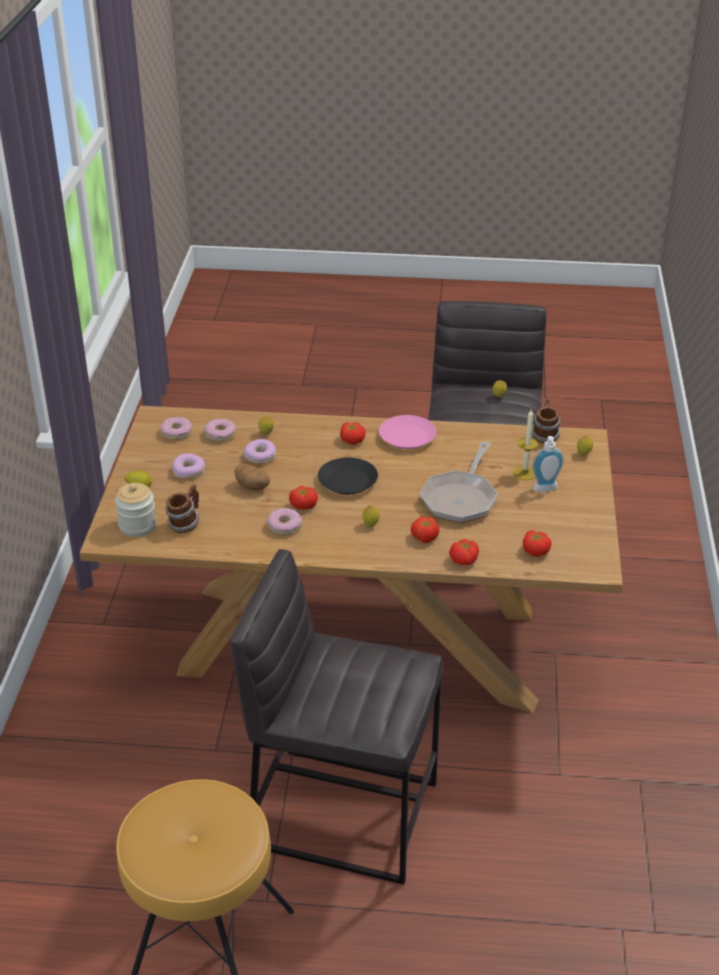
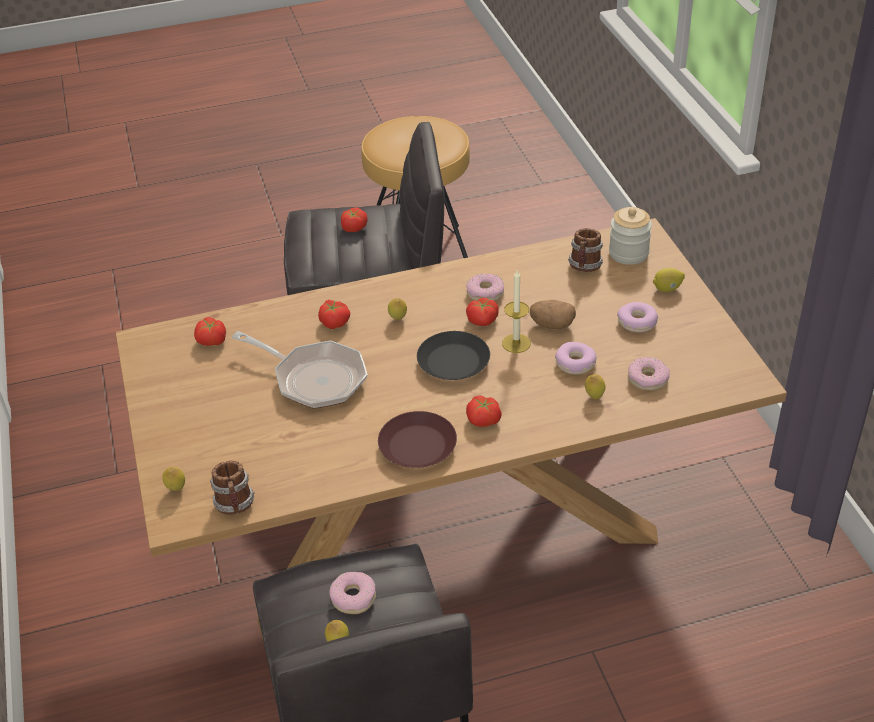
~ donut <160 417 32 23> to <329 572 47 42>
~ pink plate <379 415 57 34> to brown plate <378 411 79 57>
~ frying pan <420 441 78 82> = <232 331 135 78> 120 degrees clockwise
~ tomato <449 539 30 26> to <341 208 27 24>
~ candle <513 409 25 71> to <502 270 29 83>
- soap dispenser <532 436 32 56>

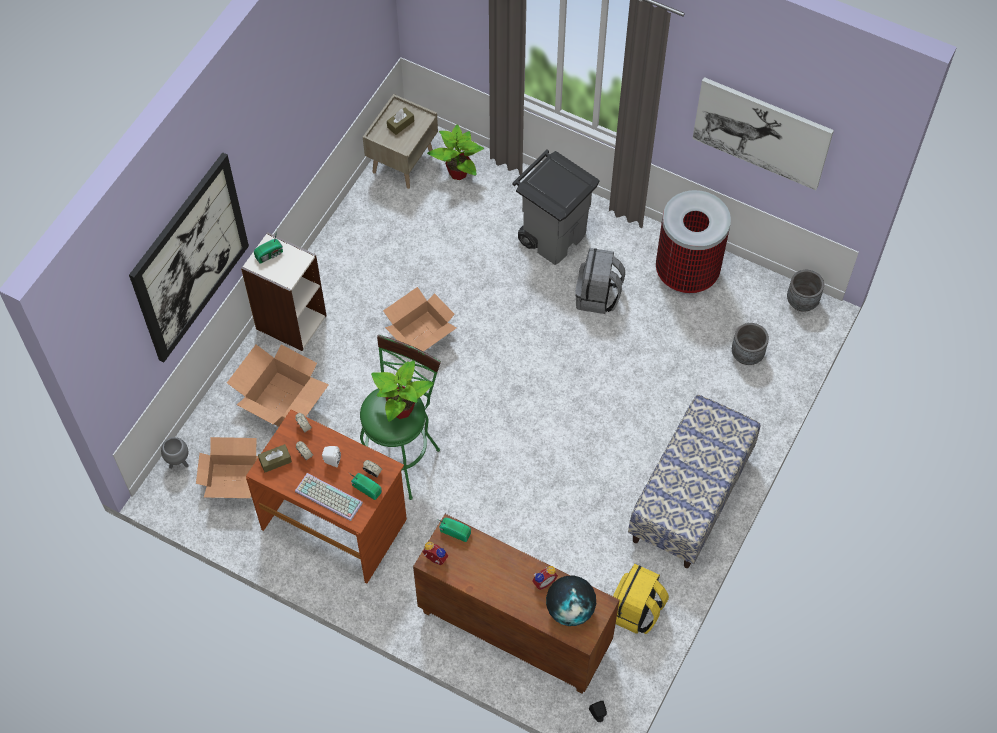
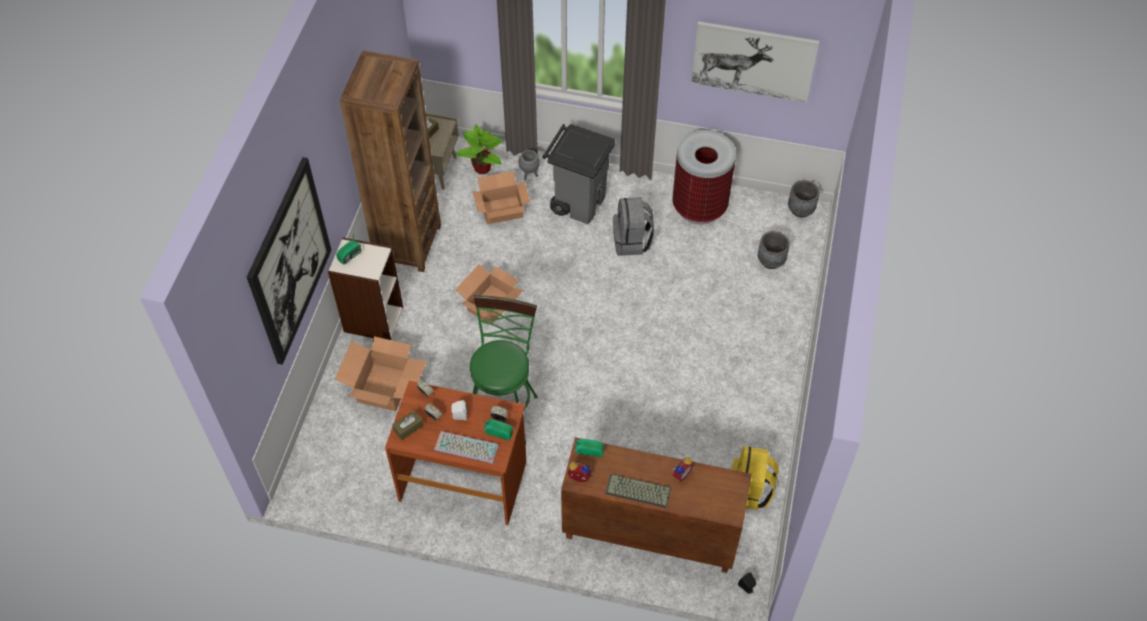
~ grey planter <161 437 27 32> to <519 150 21 30>
~ cardboard box <196 437 62 61> to <472 171 58 53>
- potted plant <371 360 63 62>
- globe <546 576 50 50>
- bench <628 395 132 173>
+ brown bookcase <340 51 101 221>
+ keyboard <605 474 66 34>

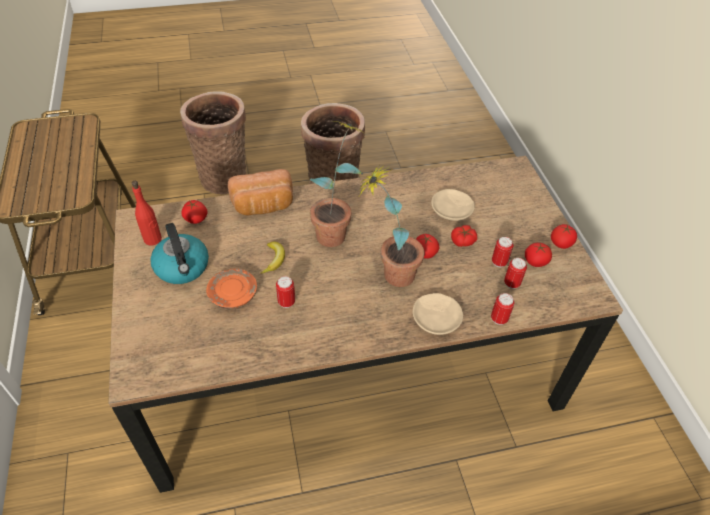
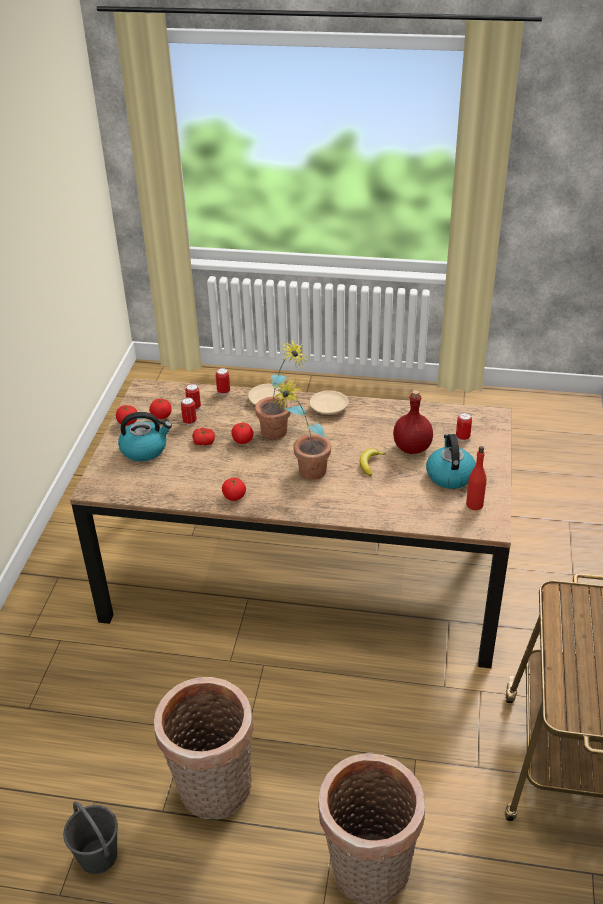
~ tomato <181 200 27 24> to <222 477 24 24>
~ orange plate <206 269 51 40> to red bottle <393 390 40 64>
- bread <228 169 65 47>
~ can <276 276 19 32> to <456 413 16 28>
~ beige plate <431 189 44 32> to <310 390 39 25>
+ grey bucket <63 801 55 73>
+ kettle <118 412 54 49>

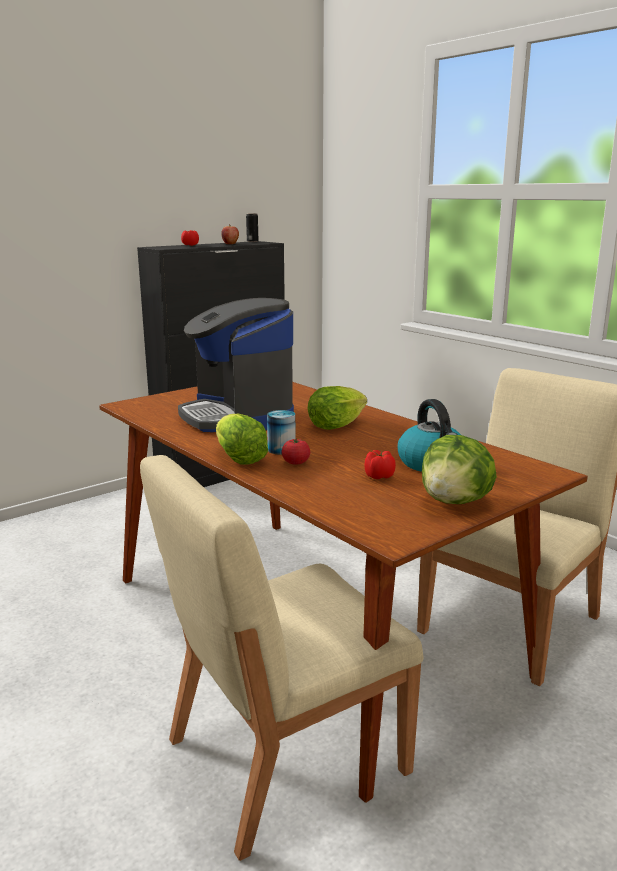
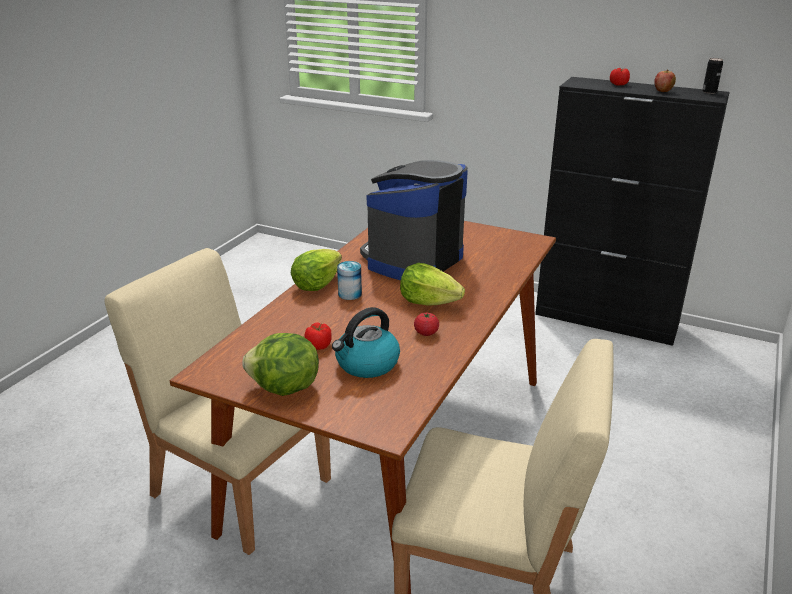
~ tomato <282 438 28 27> to <414 313 25 23>

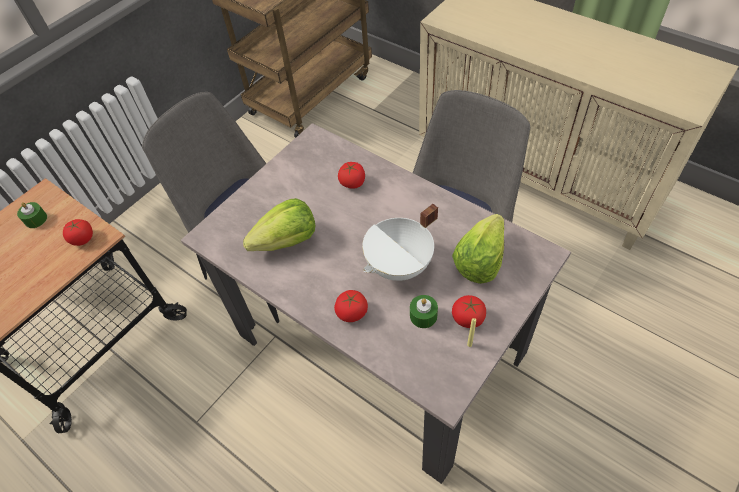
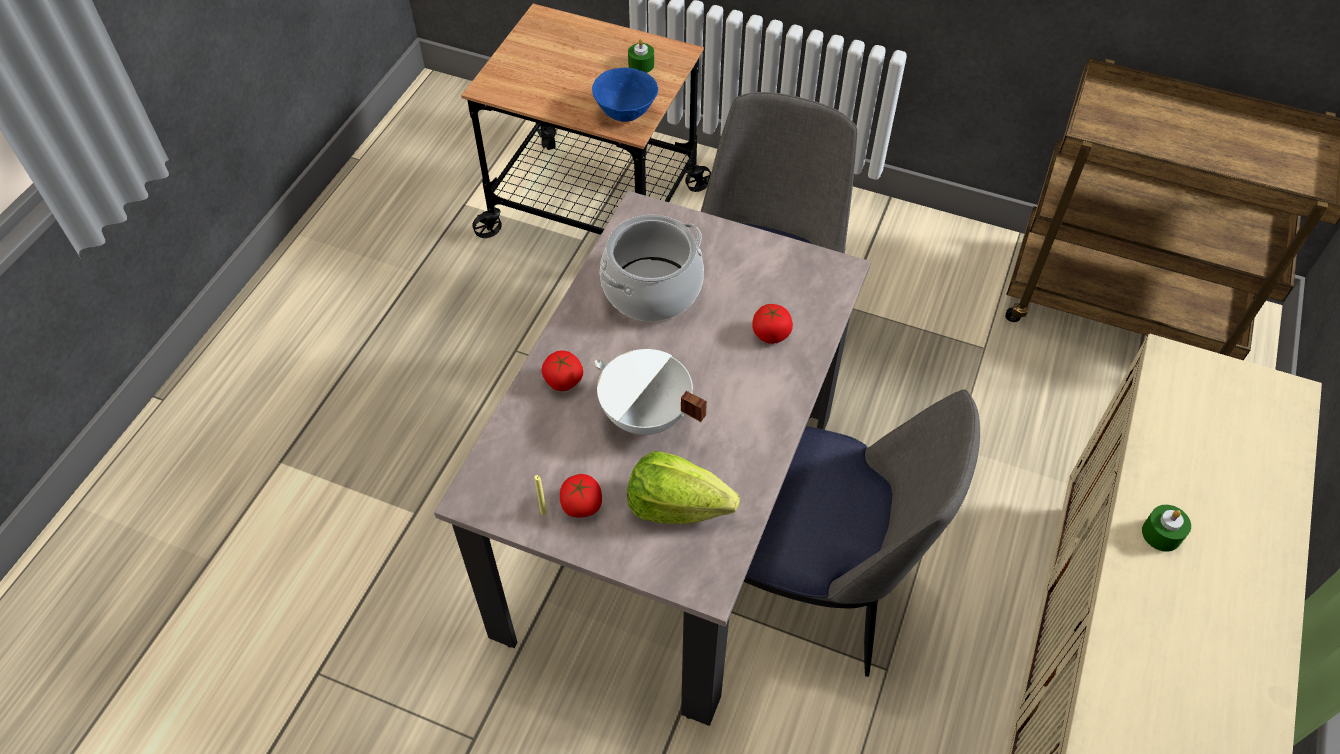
~ tomato <63 219 30 27> to blue bowl <592 68 66 54>
~ lettuce <243 198 72 53> to cooking pot <600 214 104 108>
~ green candle <410 295 28 33> to <1142 505 49 47>

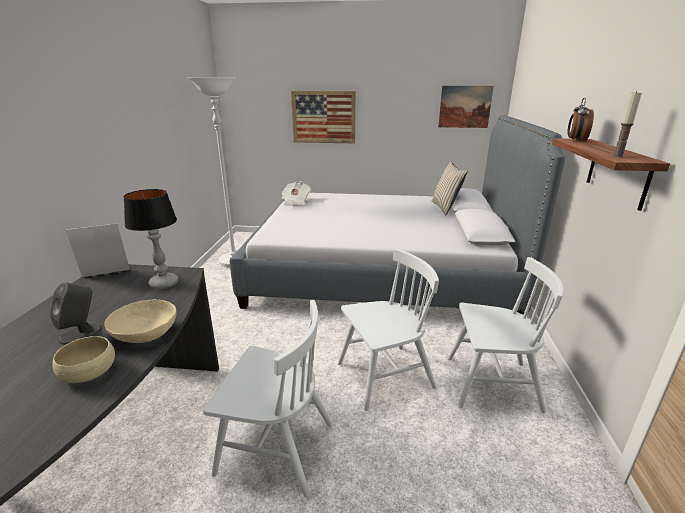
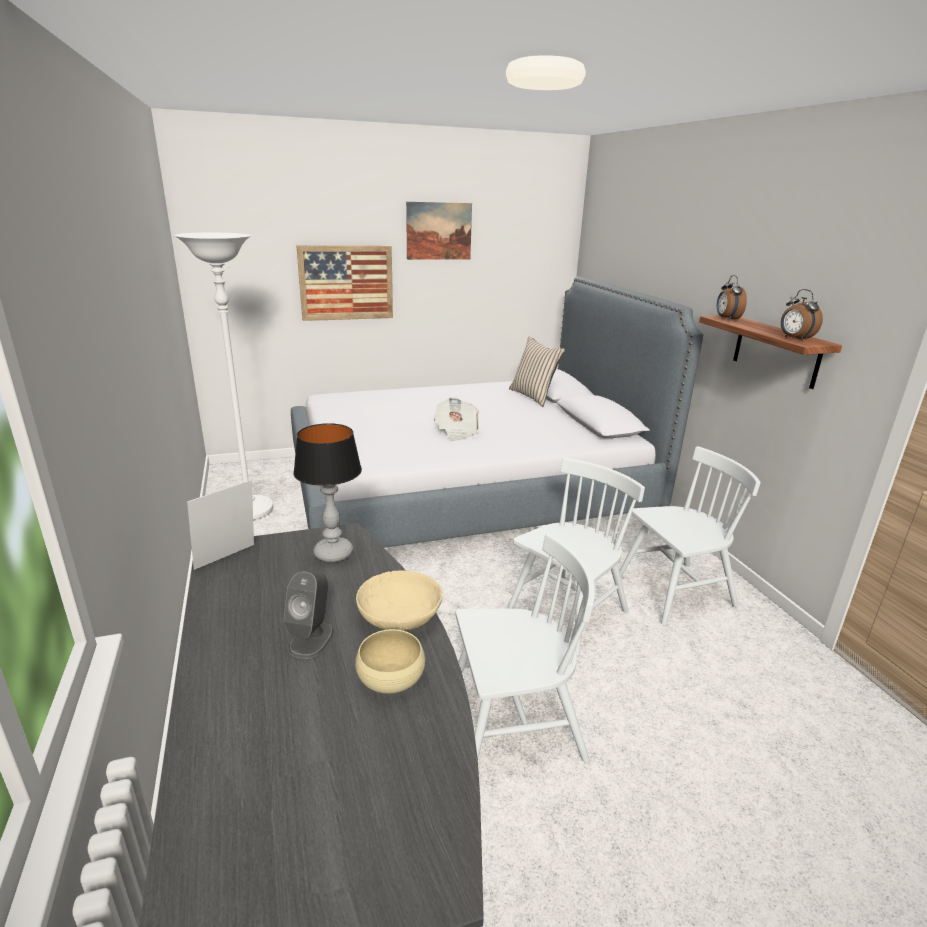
~ newspaper <281 181 30 25> to <434 397 45 44>
~ picture <438 86 56 42> to <406 202 66 58>
~ candle <612 91 30 66> to alarm clock <781 289 42 52>

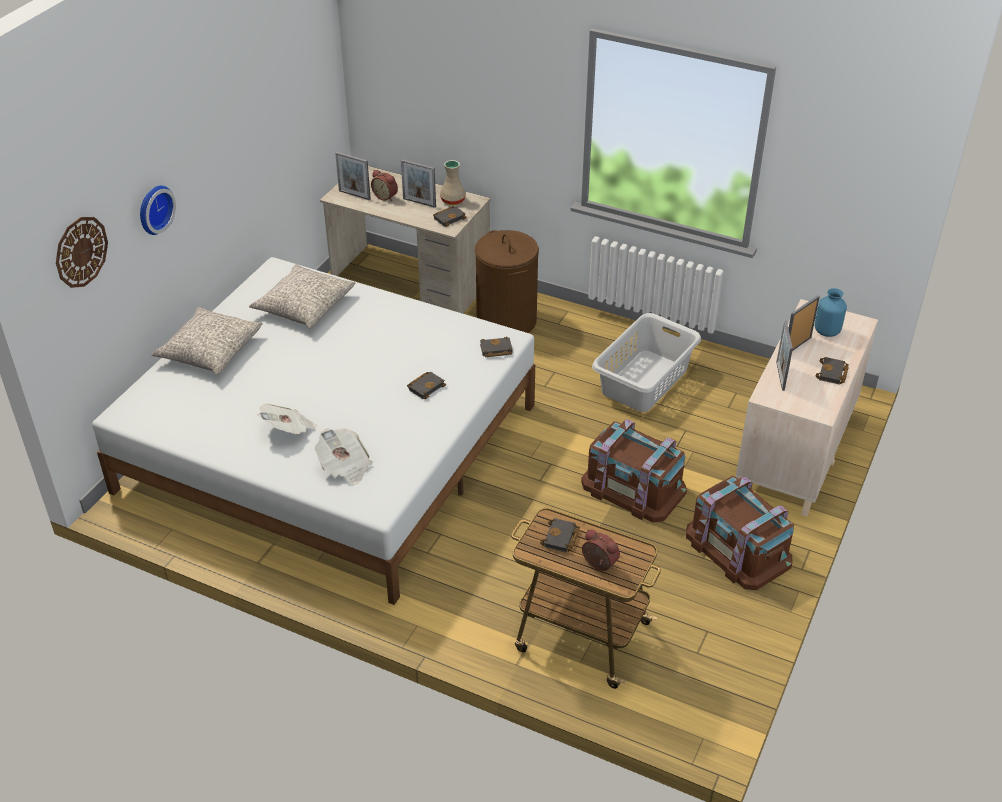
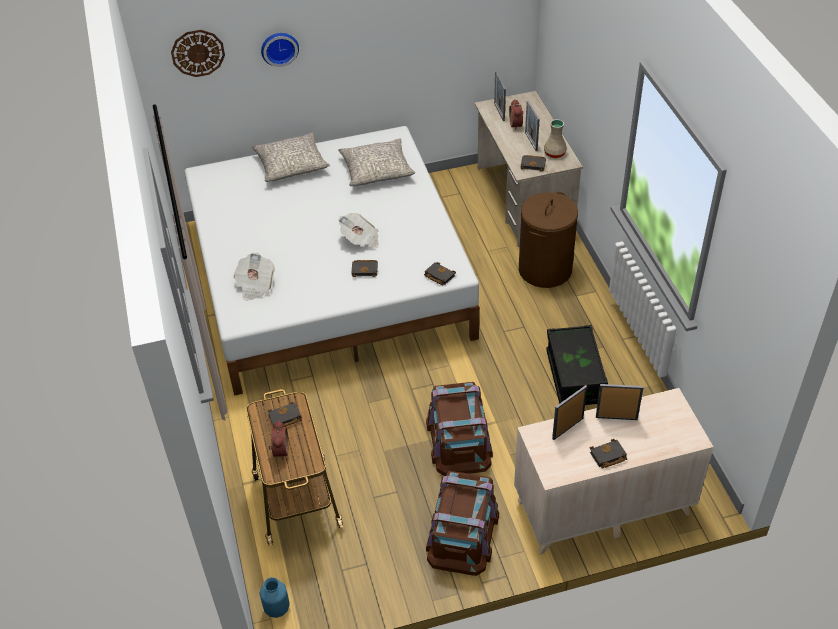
~ newspaper <258 403 59 32> to <338 213 41 35>
~ grey laundry basket <592 313 109 99> to black storage box <546 325 62 80>
~ blue vase <814 288 33 49> to <260 577 30 41>

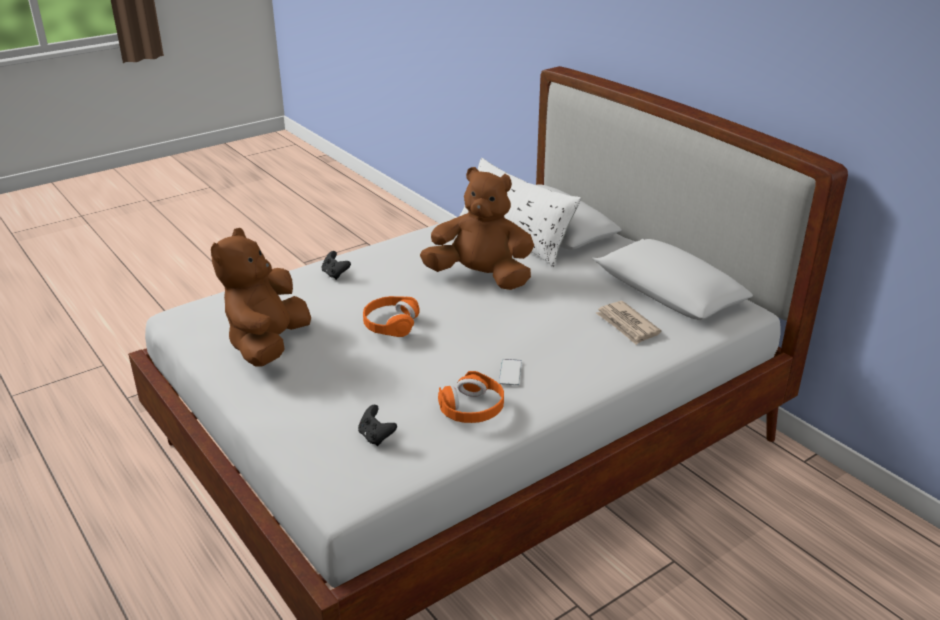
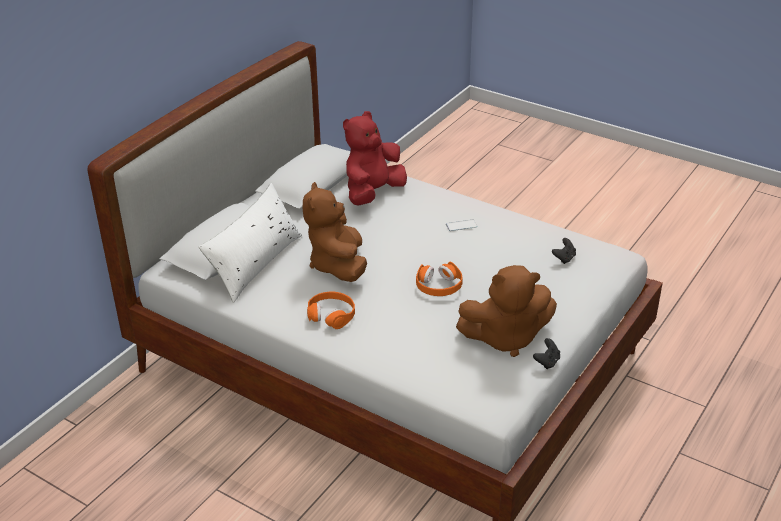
~ black game controller <322 251 29 29> to <533 338 27 31>
~ orange headphones <438 371 66 52> to <307 291 48 38>
~ newspaper <596 301 65 44> to red plush toy <343 111 64 95>

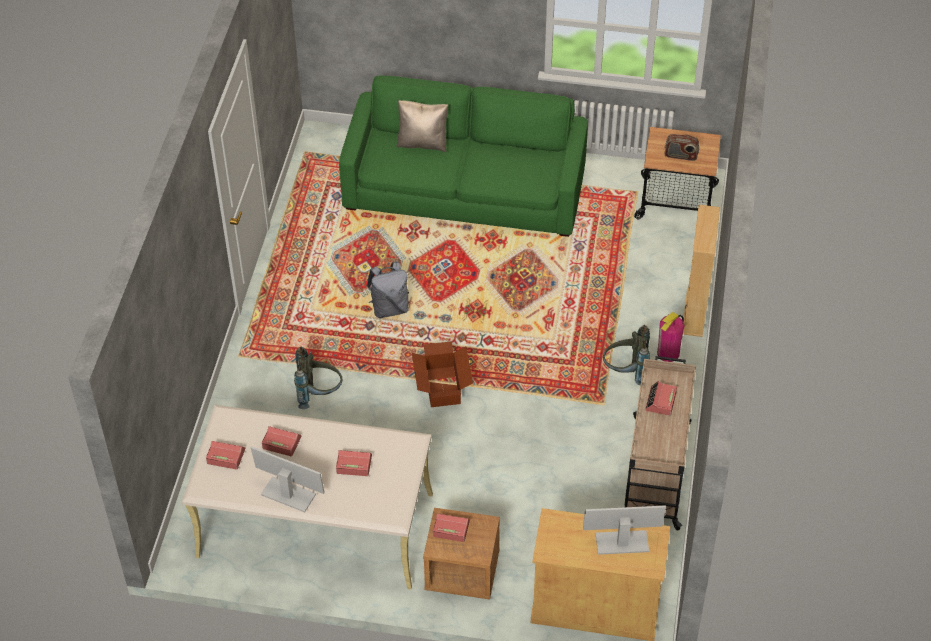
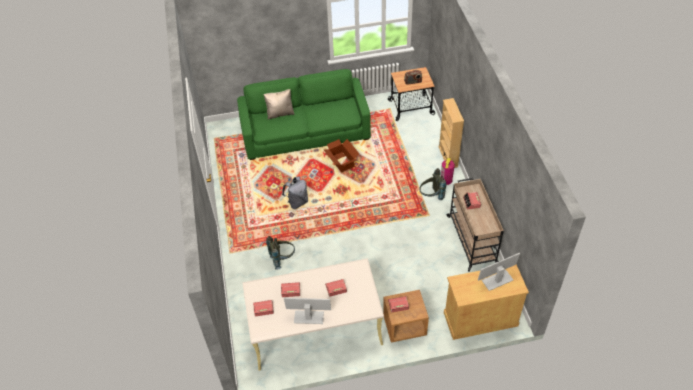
~ cardboard box <412 341 61 66> to <323 139 36 34>

